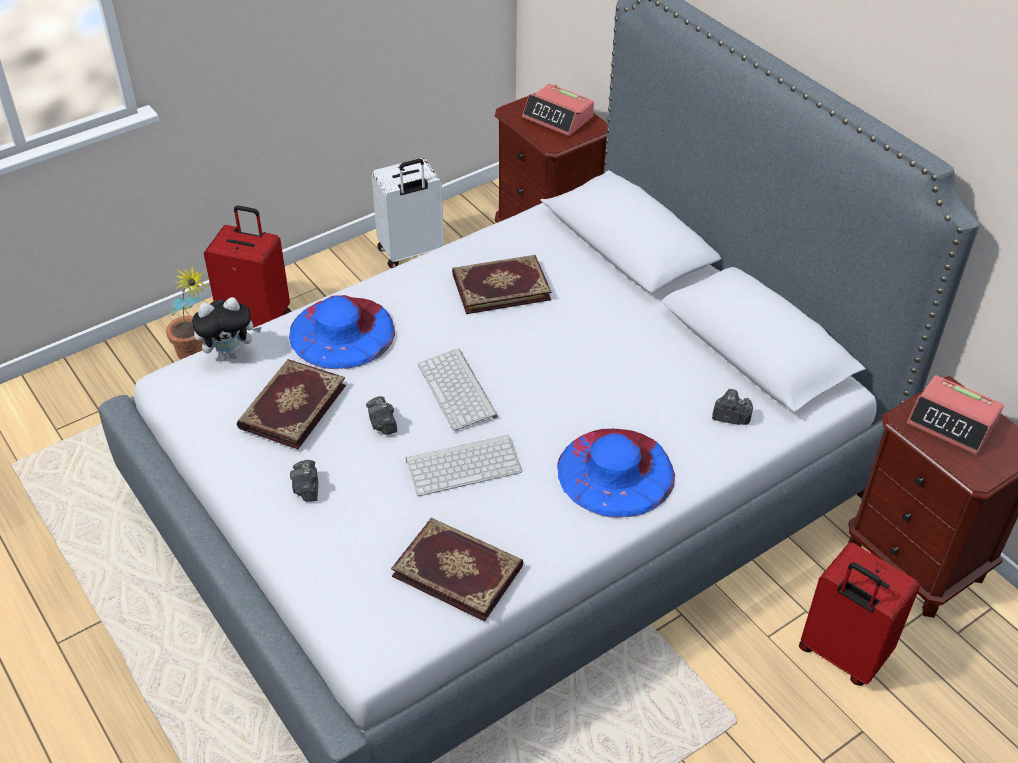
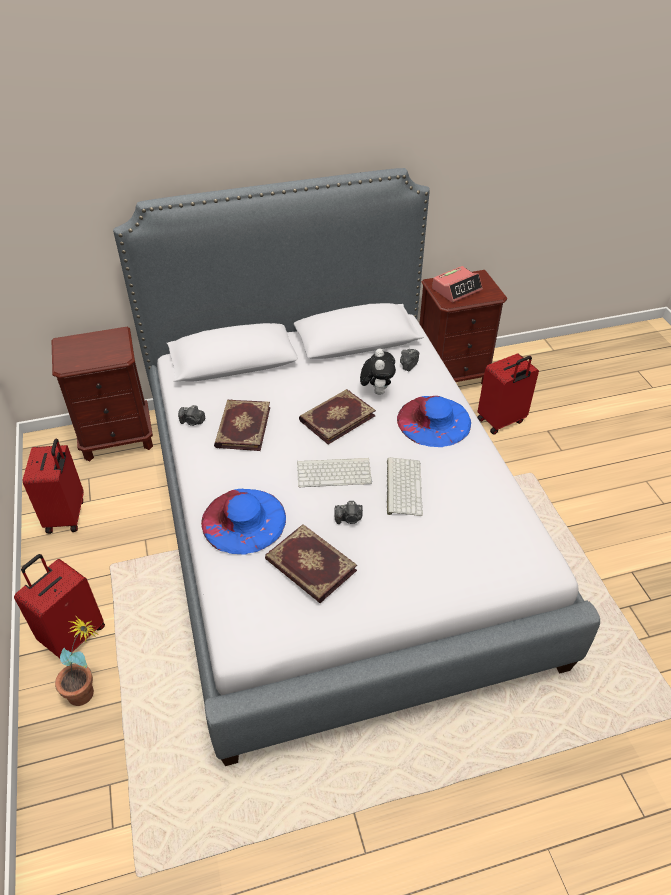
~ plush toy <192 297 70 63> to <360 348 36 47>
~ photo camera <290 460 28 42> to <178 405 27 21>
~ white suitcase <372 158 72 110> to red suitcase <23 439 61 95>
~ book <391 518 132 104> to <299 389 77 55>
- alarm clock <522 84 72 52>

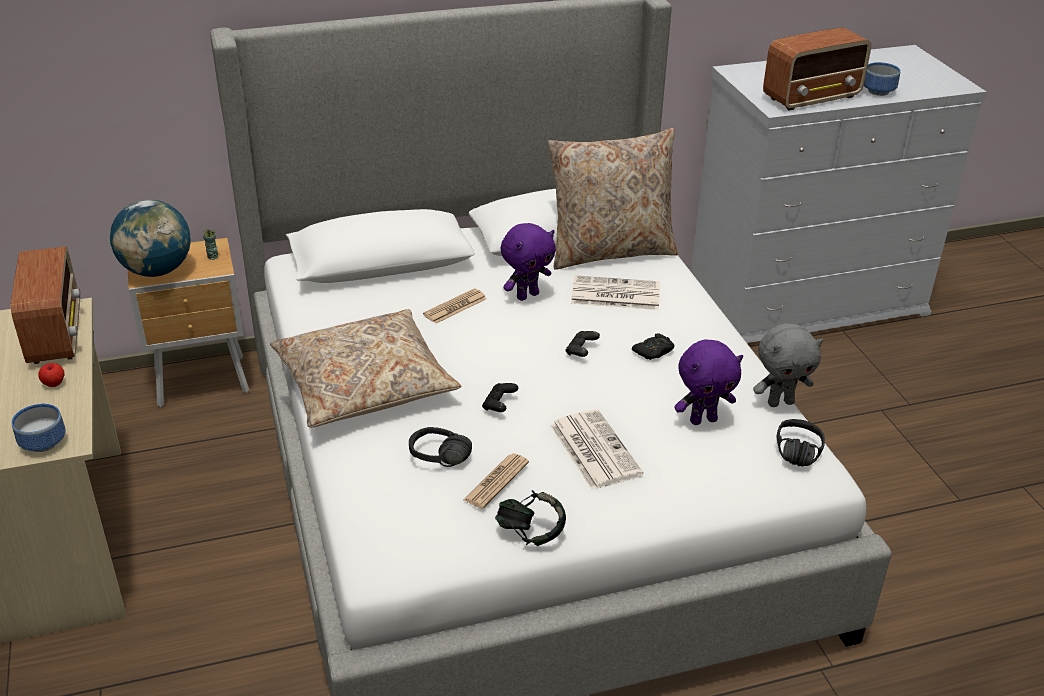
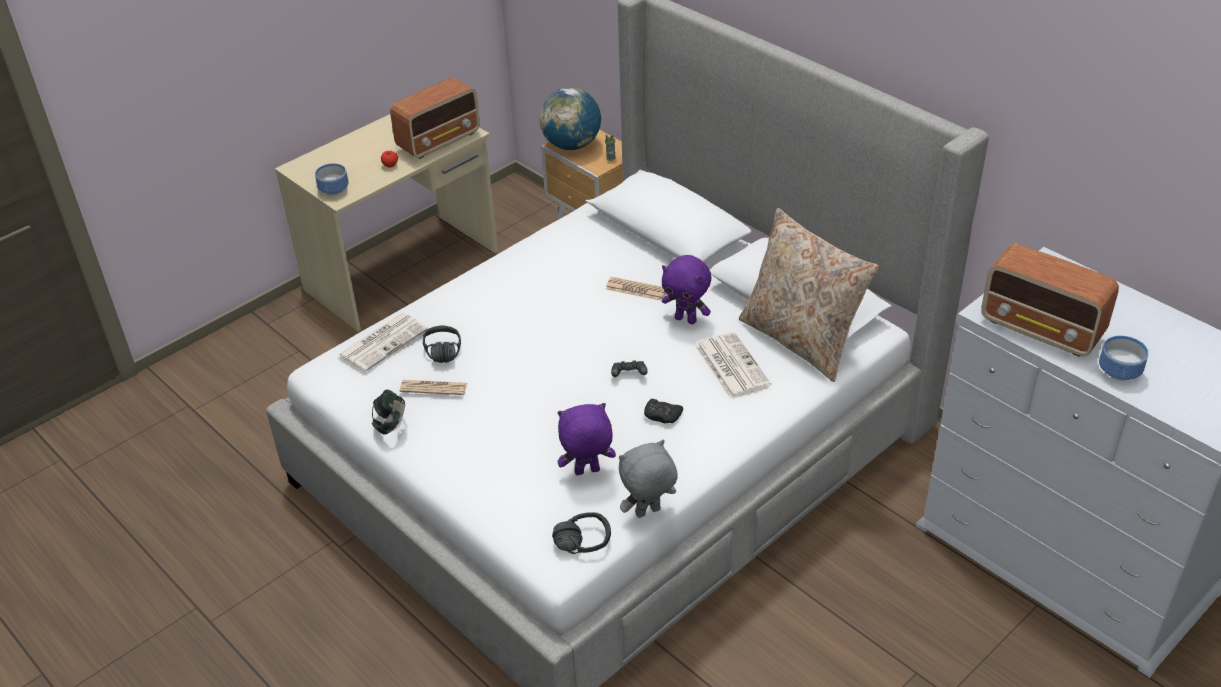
- beige pillow <270 309 191 119>
- black game controller <482 383 36 29>
~ newspaper <550 409 93 81> to <339 313 89 59>
~ purple plush toy <674 340 69 85> = <557 403 59 72> 120 degrees clockwise
~ grey plush toy <753 323 70 84> = <619 440 59 78> 105 degrees clockwise

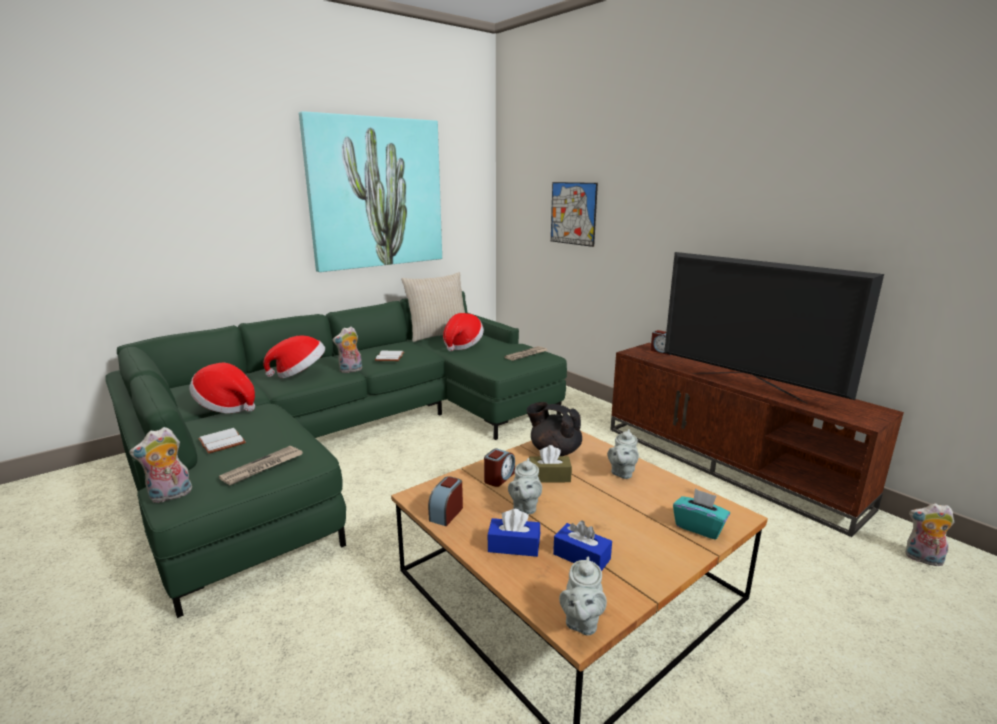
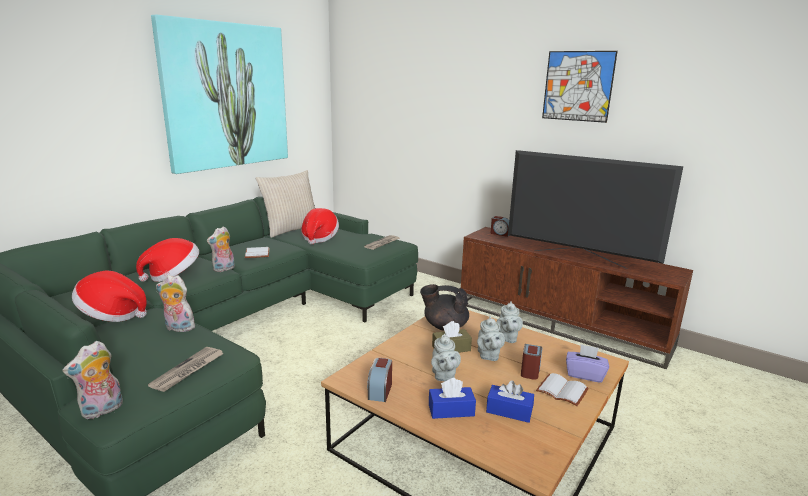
~ white book <198 428 48 26> to <536 373 53 33>
~ alarm clock <484 449 31 38> to <521 344 21 36>
~ picture <551 182 47 65> to <542 51 76 72>
~ grey teapot <559 556 48 80> to <477 316 28 45>
~ turquoise tissue box <673 489 57 51> to purple tissue box <566 344 43 39>
~ plush toy <905 503 49 63> to <156 275 39 57>

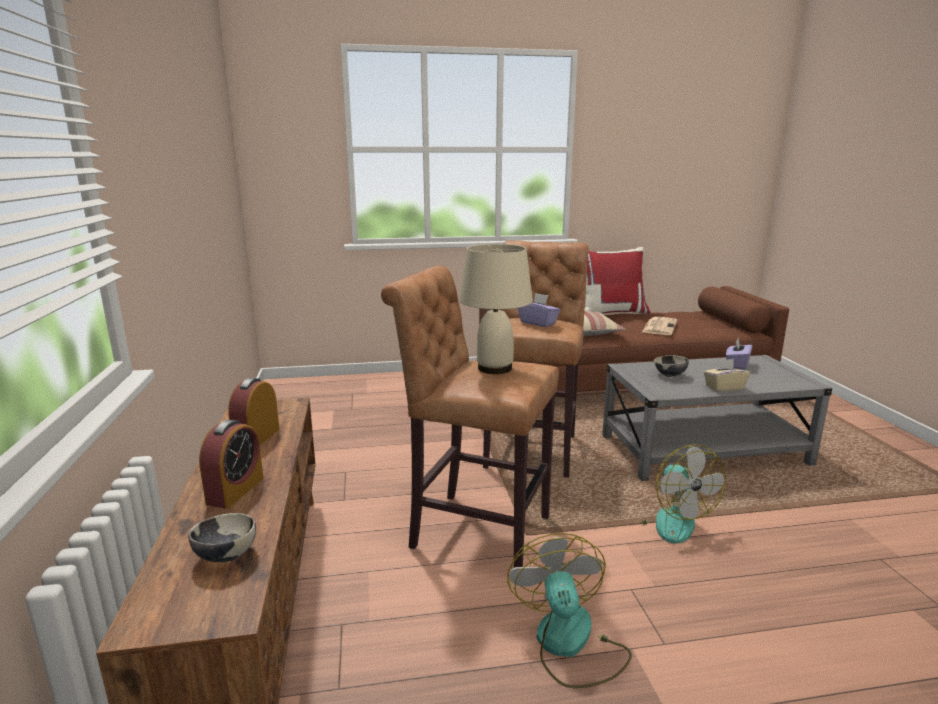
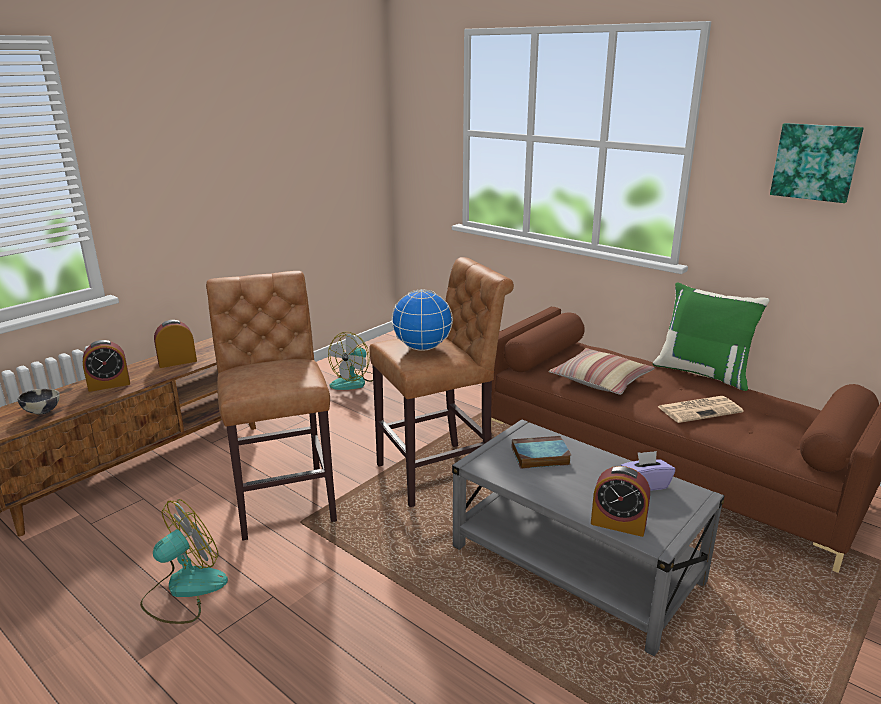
- beige table lamp <459 244 74 130>
~ purple tissue box <518 293 42 34> to globe <391 289 62 62>
~ red pillow <585 247 65 67> to green pillow <653 282 117 109>
~ fan <637 444 89 100> to <328 332 45 58>
~ bowl <654 355 35 22> to book <512 436 59 33>
- beige tissue box <704 359 46 33>
+ alarm clock <591 466 59 71>
+ picture <770 123 94 80>

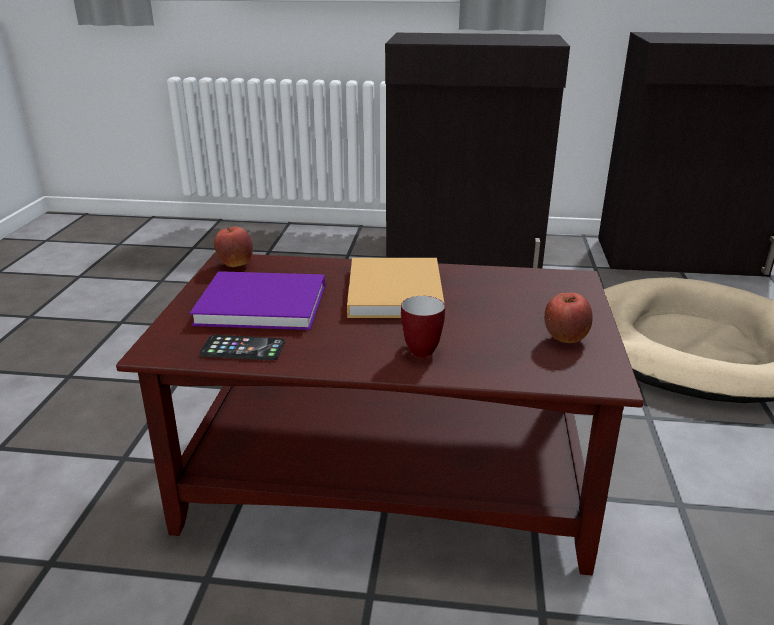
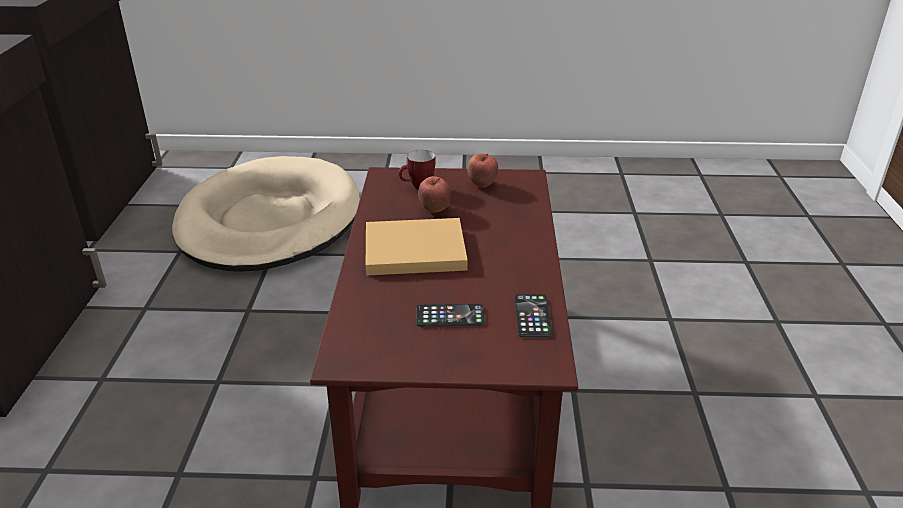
~ purple book <190 271 135 59> to phone <416 304 69 23>
~ apple <214 227 39 40> to <418 176 33 37>
~ mug <401 296 44 62> to <399 150 37 40>

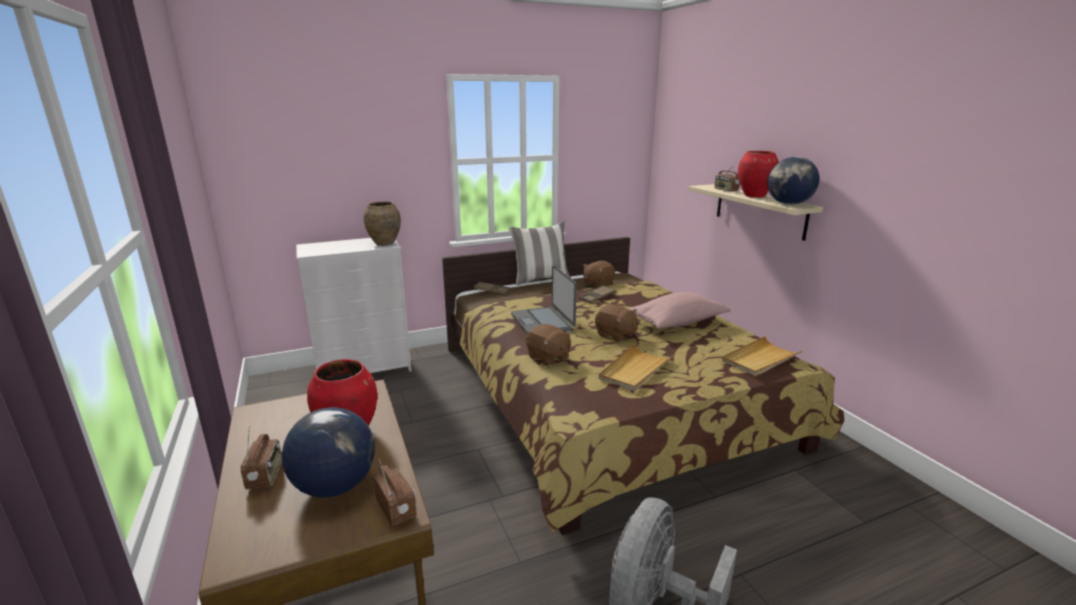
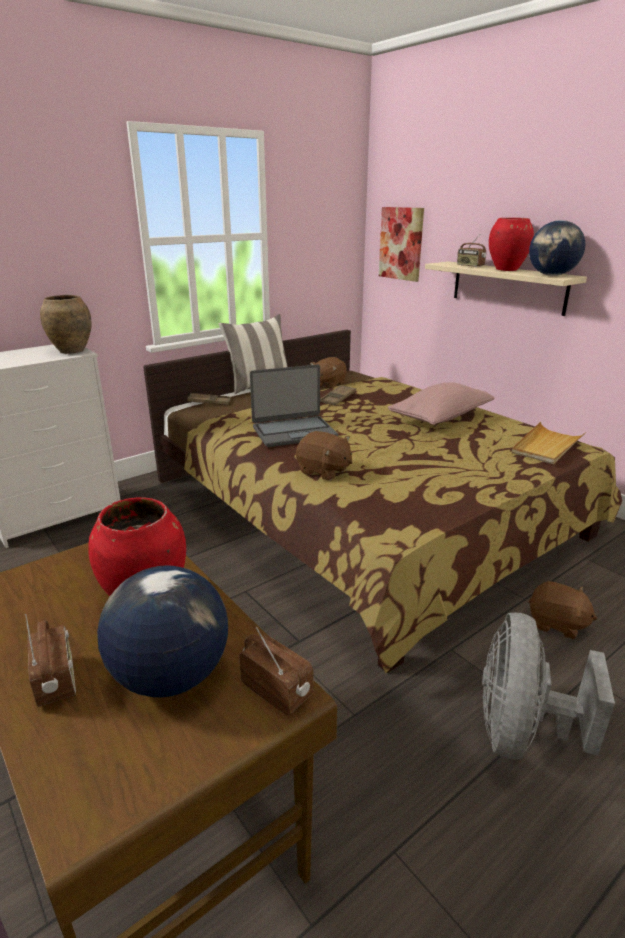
~ laptop <511 265 66 69> = <250 364 88 83> 75 degrees counterclockwise
~ brown plush toy <595 304 43 38> to <529 581 68 58>
- beige tray <599 344 74 47>
+ picture <379 207 45 75>

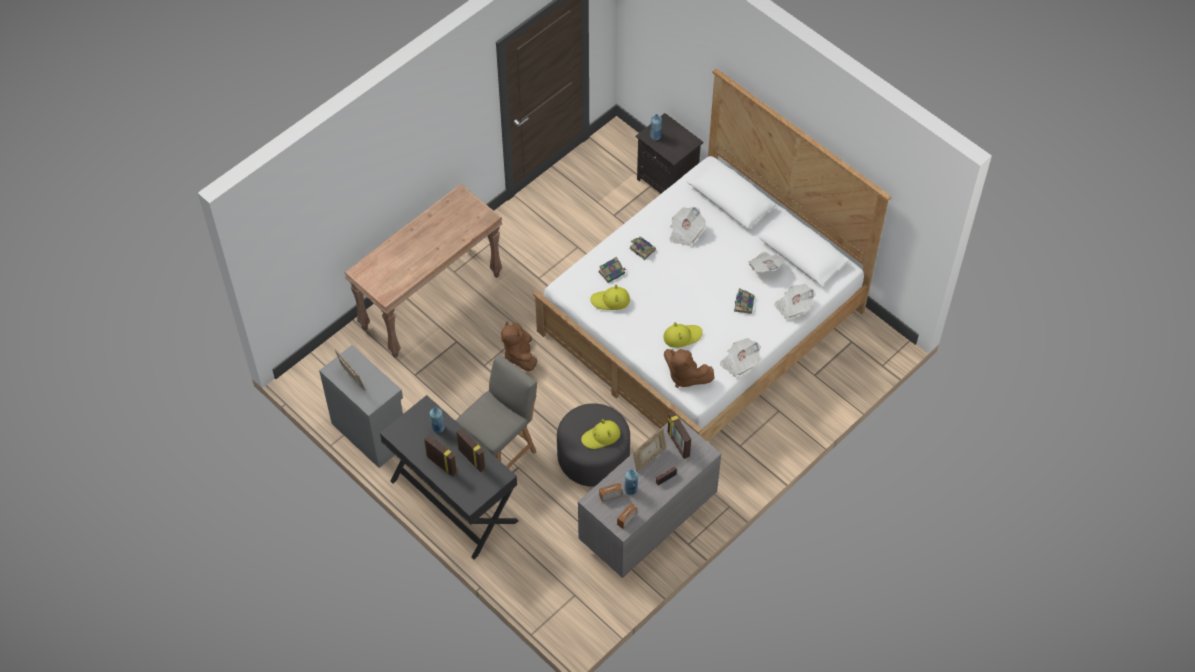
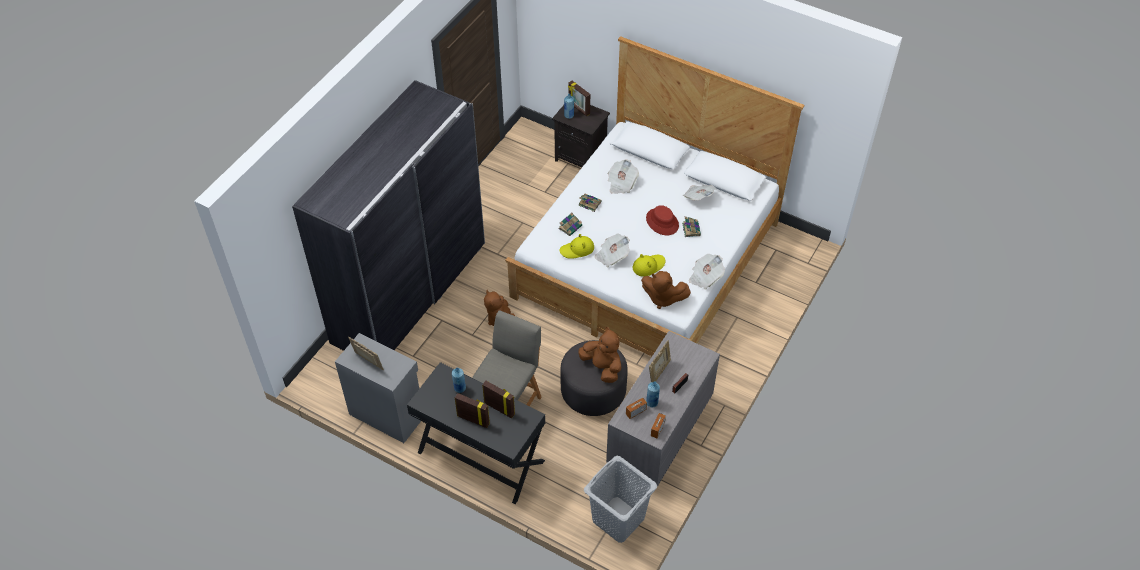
~ brown console table <344 184 158 174> to grey wardrobe <292 80 193 271>
~ yellow hat <581 419 39 30> to brown plush toy <579 327 43 56>
~ picture frame <667 412 24 47> to <568 81 22 35>
~ newspaper <774 284 42 35> to <595 233 35 34>
+ grey laundry basket <584 456 73 87>
+ red hat <646 205 33 30>

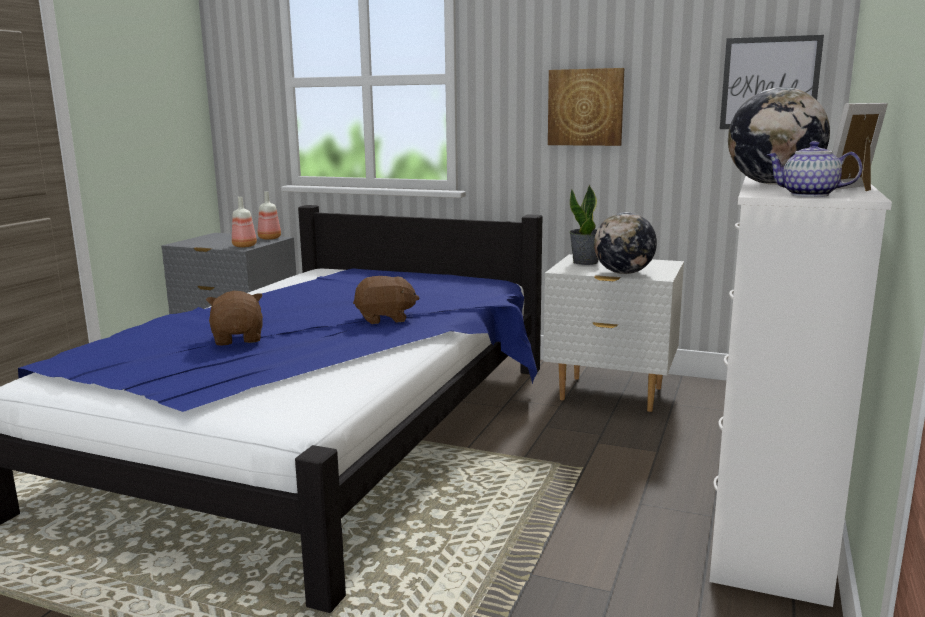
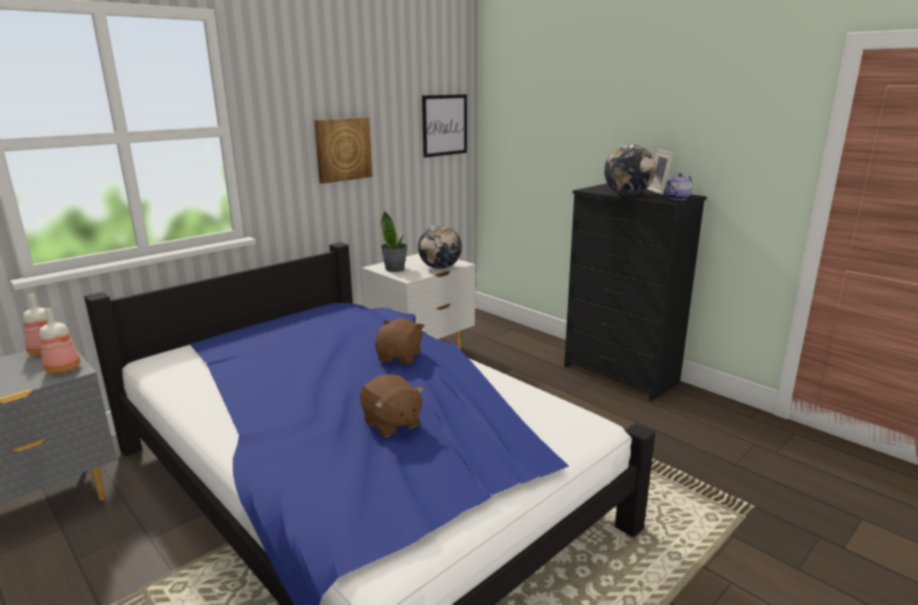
~ brown plush toy <206 291 57 55> = <360 374 64 63> 135 degrees counterclockwise
~ white dresser <709 176 183 431> to black dresser <564 183 143 218>

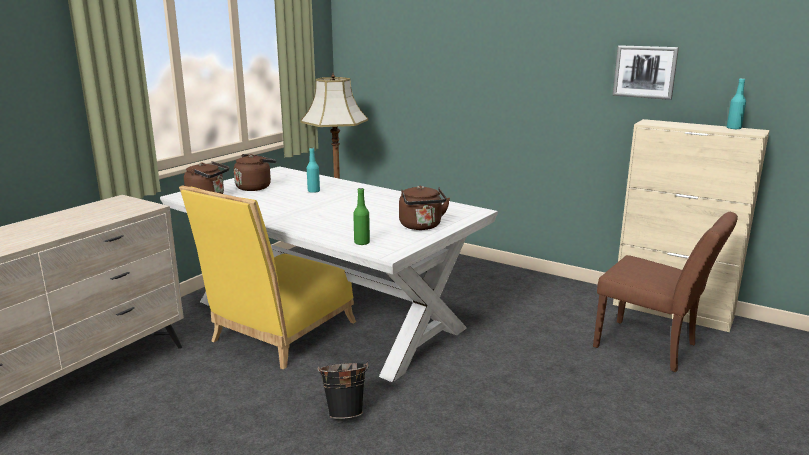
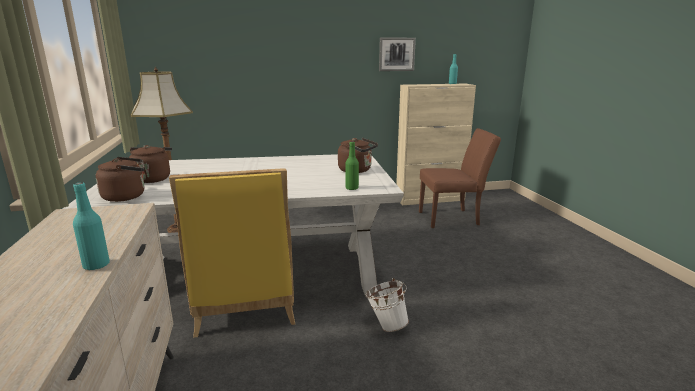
~ turquoise bottle <307 148 13 45> to <73 182 37 88>
~ black bucket <318 362 50 57> to white bucket <365 278 44 54>

